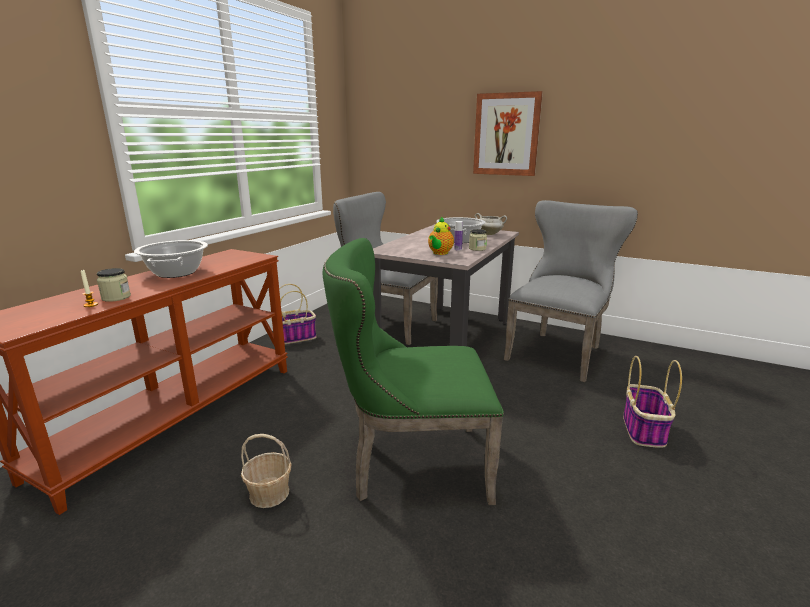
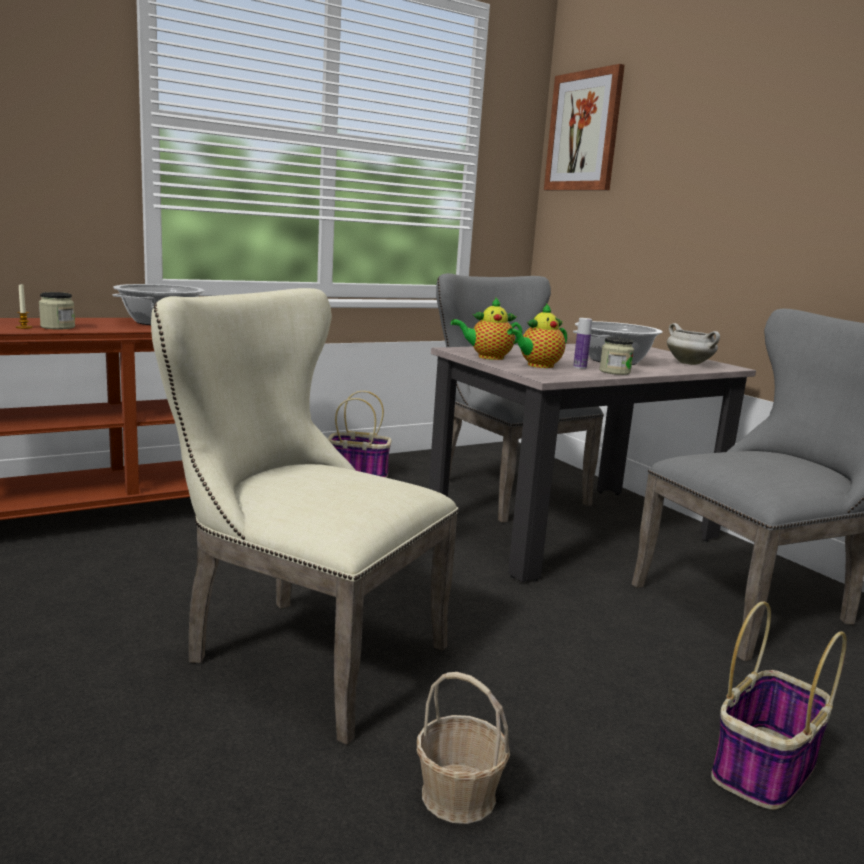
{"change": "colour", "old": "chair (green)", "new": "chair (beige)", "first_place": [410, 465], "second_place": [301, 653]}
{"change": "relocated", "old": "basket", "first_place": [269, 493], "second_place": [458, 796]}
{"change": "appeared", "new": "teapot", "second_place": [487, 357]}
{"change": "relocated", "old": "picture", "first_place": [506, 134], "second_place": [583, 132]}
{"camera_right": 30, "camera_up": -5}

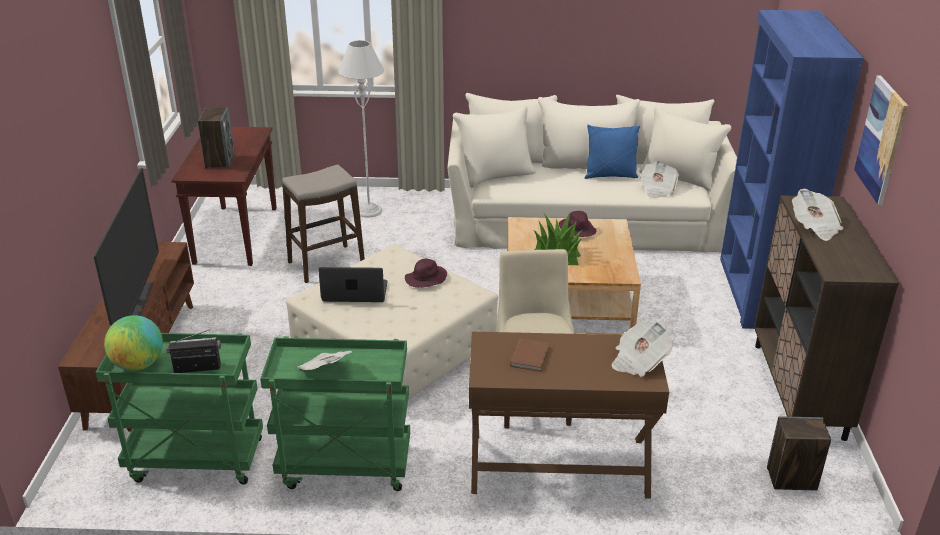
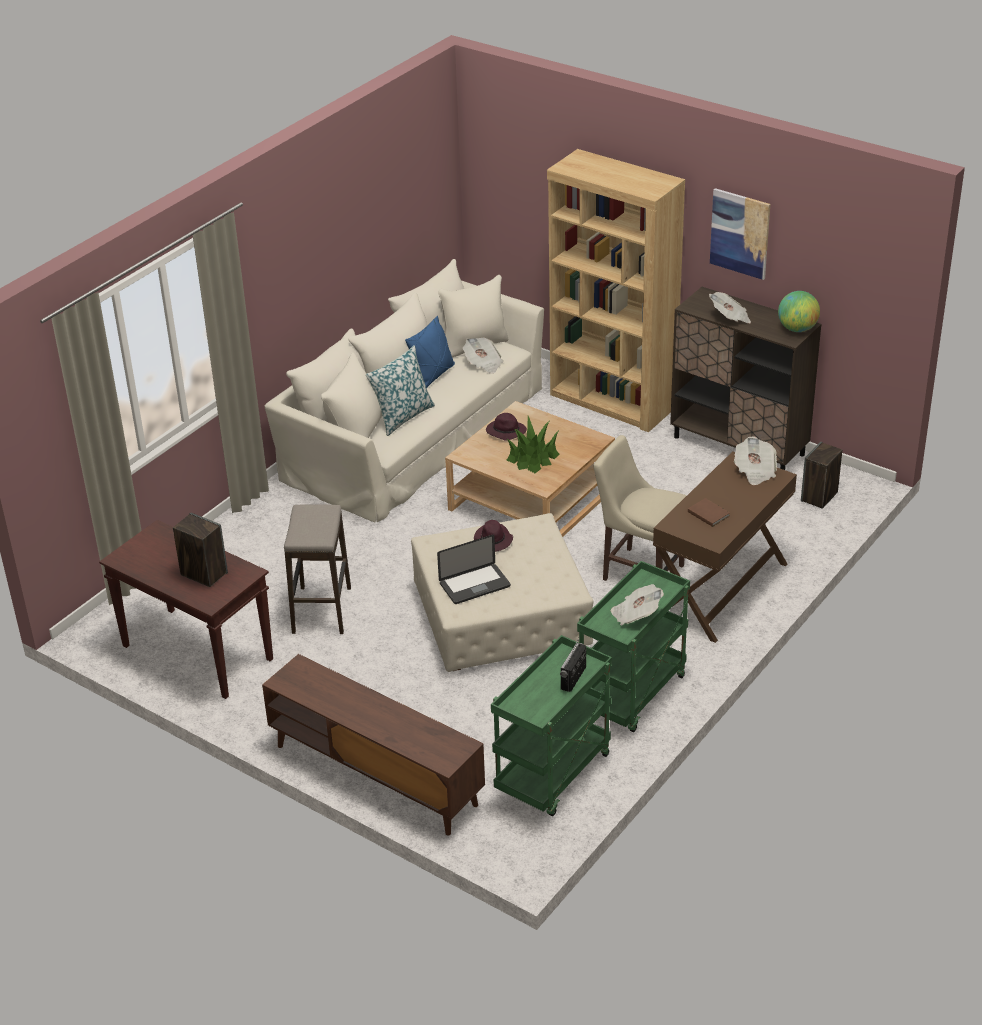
{"change": "appeared", "new": "pillow", "second_place": [402, 416]}
{"change": "spun", "old": "laptop", "first_place": [355, 292], "second_place": [474, 585], "degrees": -150}
{"change": "colour", "old": "bookcase (blue)", "new": "bookcase (brown)", "first_place": [757, 292], "second_place": [612, 402]}
{"change": "relocated", "old": "globe", "first_place": [138, 365], "second_place": [797, 329]}
{"change": "missing", "old": "television", "first_place": [138, 303]}
{"change": "missing", "old": "floor lamp (grey)", "first_place": [369, 211]}
{"camera_right": -55, "camera_up": 5}

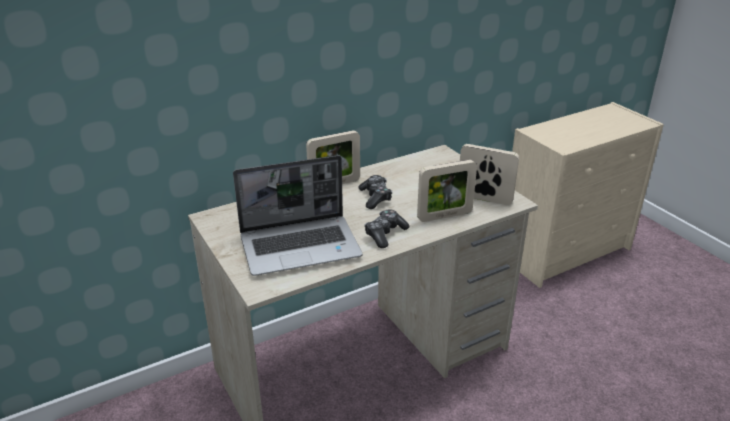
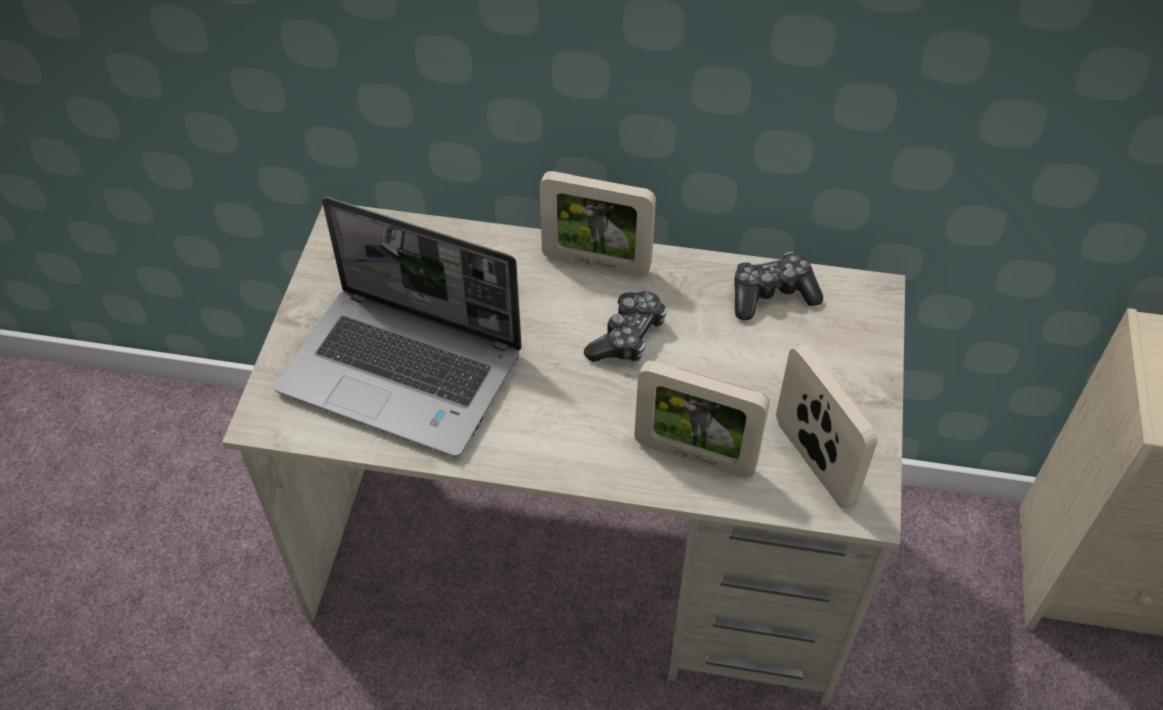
{"change": "relocated", "old": "game controller", "first_place": [385, 234], "second_place": [772, 295]}
{"camera_right": 40, "camera_up": 20}

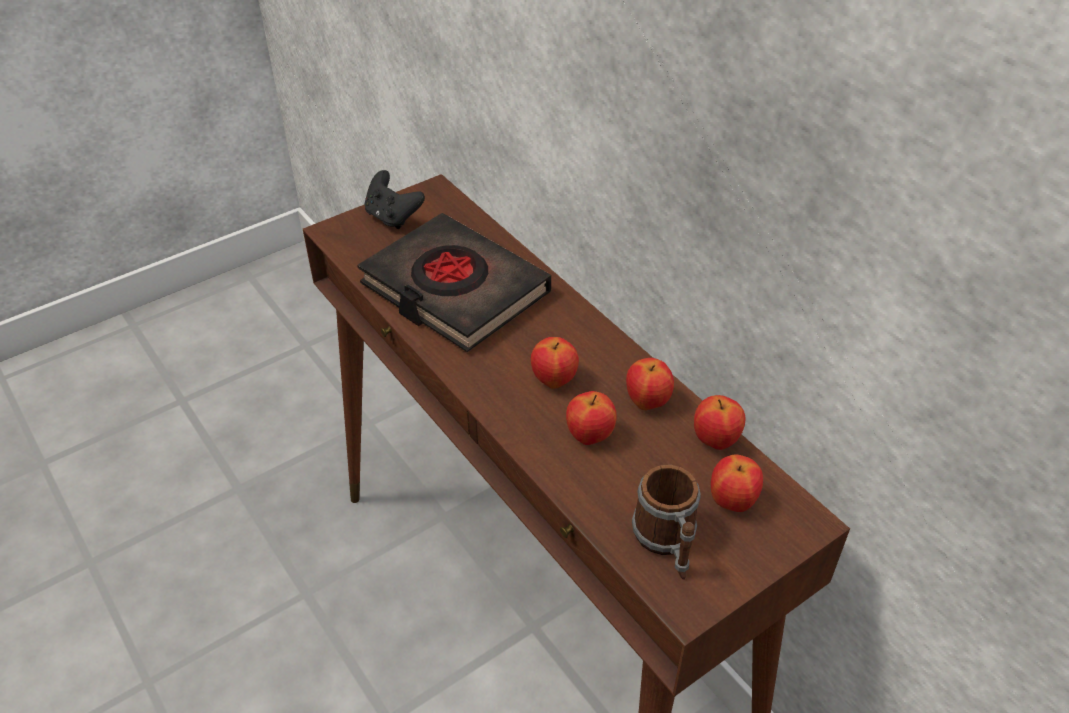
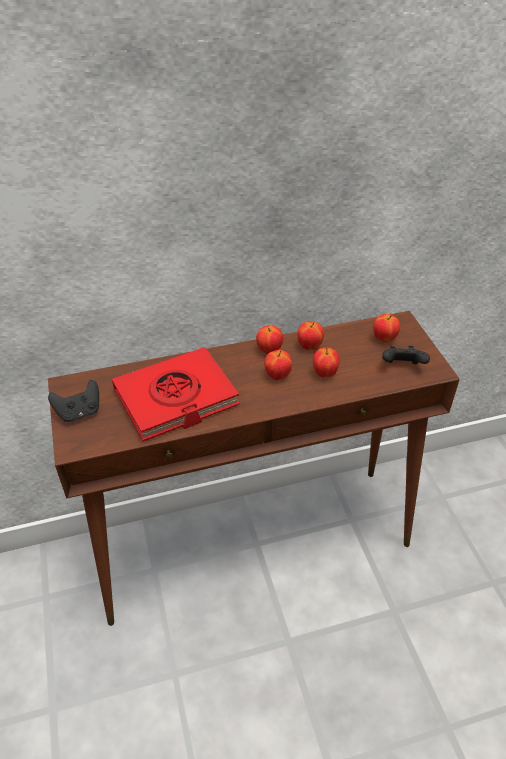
{"change": "colour", "old": "book (black)", "new": "book (red)", "first_place": [454, 290], "second_place": [176, 399]}
{"change": "relocated", "old": "apple", "first_place": [715, 441], "second_place": [269, 350]}
{"change": "exchanged", "old": "mug", "new": "game controller (black)", "first_place": [667, 543], "second_place": [402, 366]}
{"camera_right": -70, "camera_up": 0}

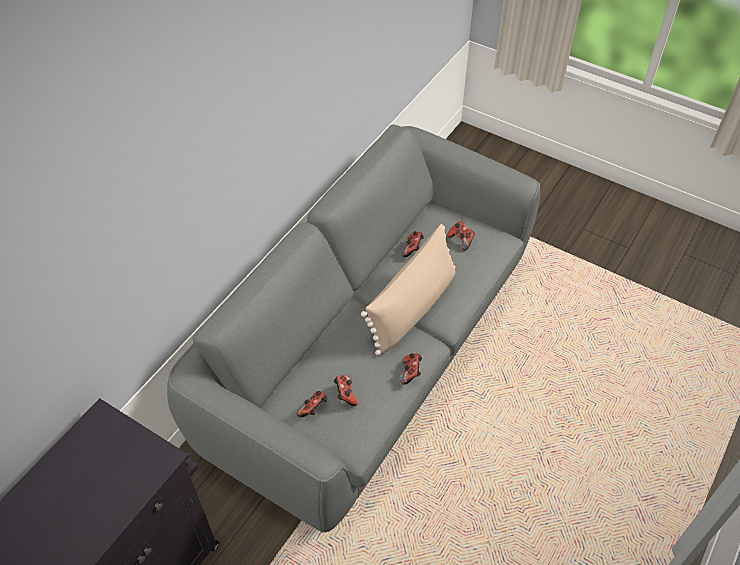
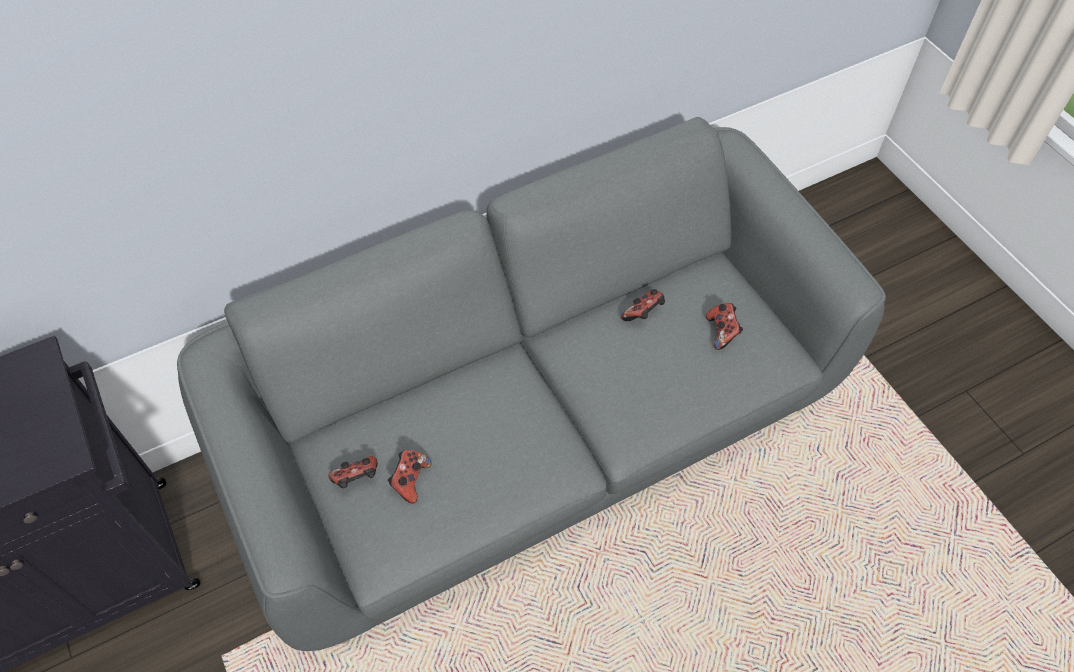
{"change": "missing", "old": "pillow (beige)", "first_place": [412, 307]}
{"change": "missing", "old": "game controller", "first_place": [411, 373]}
{"camera_right": 30, "camera_up": 5}

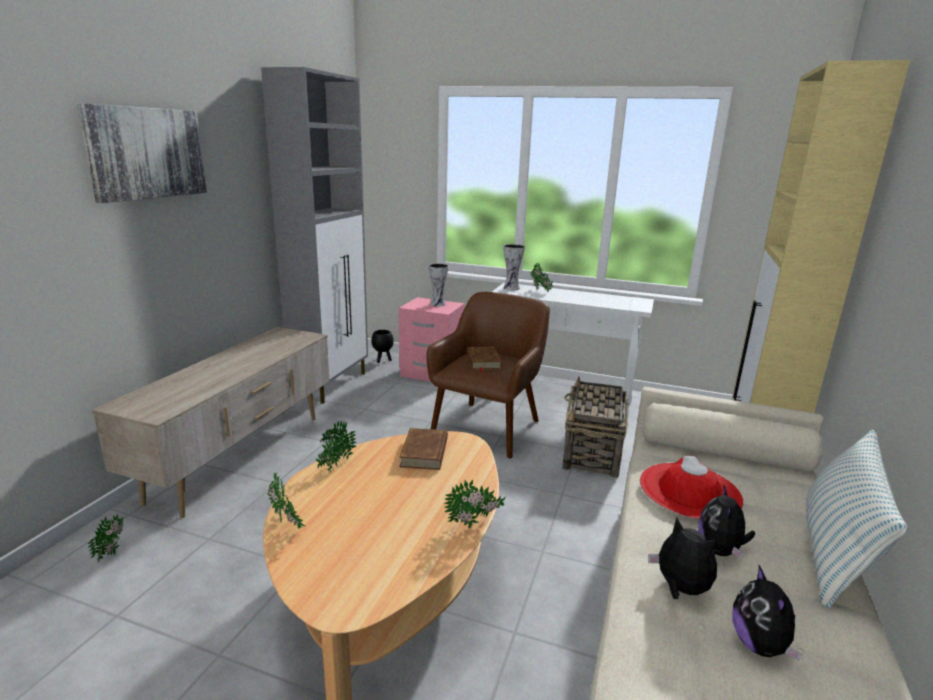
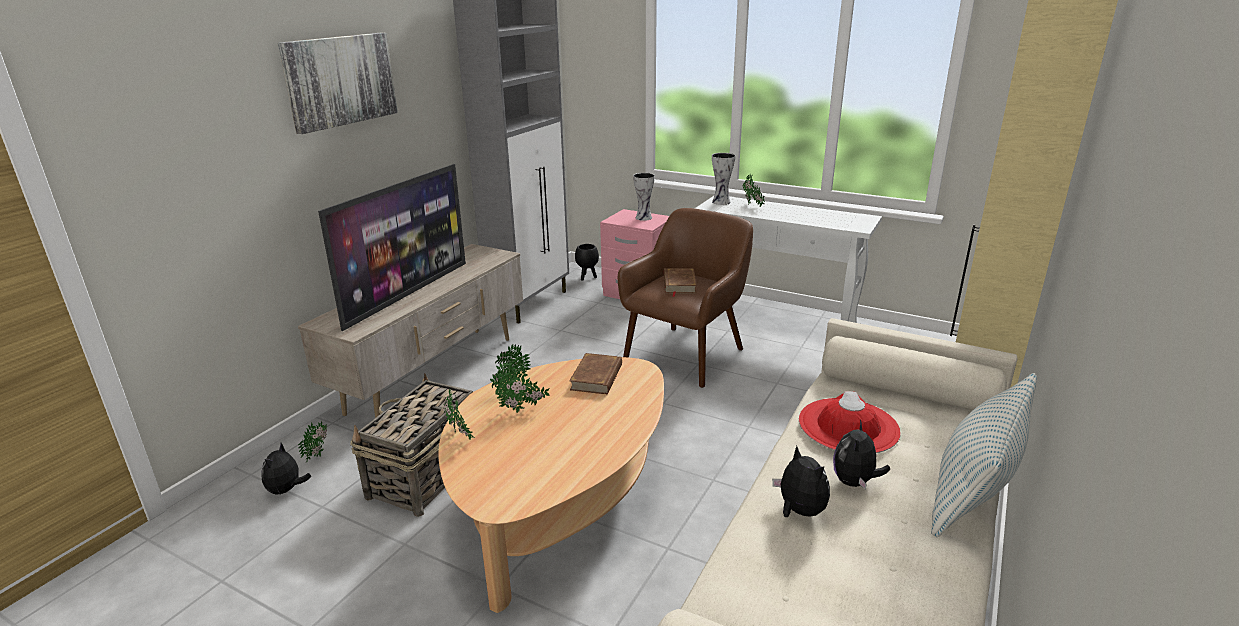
{"change": "relocated", "old": "plush toy", "first_place": [760, 645], "second_place": [287, 490]}
{"change": "appeared", "new": "television", "second_place": [407, 293]}
{"change": "relocated", "old": "basket", "first_place": [591, 452], "second_place": [426, 475]}
{"change": "relocated", "old": "potted plant", "first_place": [474, 525], "second_place": [523, 410]}
{"camera_right": 10, "camera_up": 5}

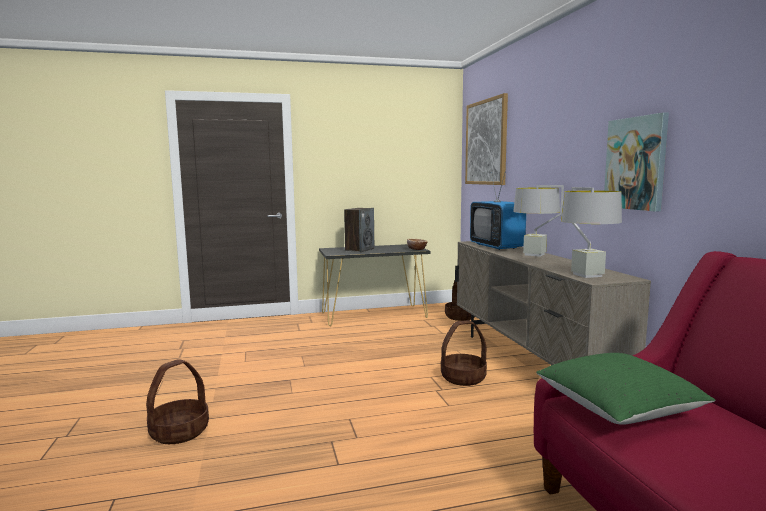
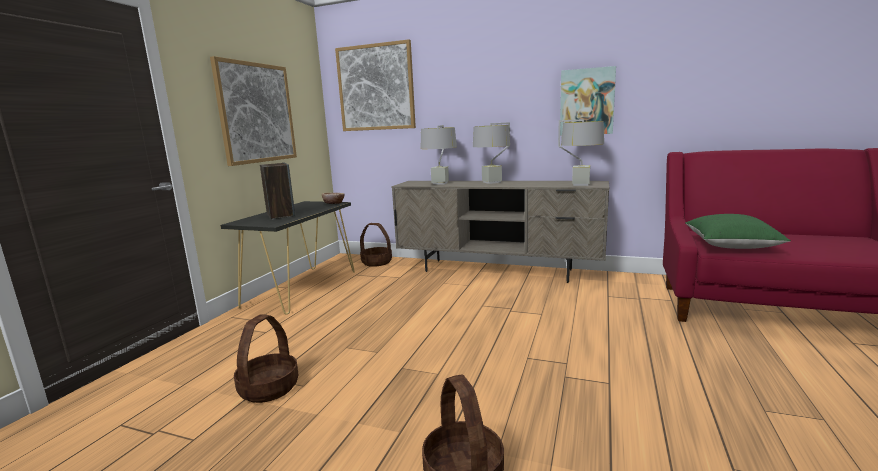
{"change": "appeared", "new": "picture", "second_place": [256, 113]}
{"change": "relocated", "old": "basket", "first_place": [463, 378], "second_place": [269, 388]}
{"change": "exchanged", "old": "television", "new": "table lamp (grey)", "first_place": [496, 246], "second_place": [440, 183]}
{"camera_right": -55, "camera_up": 5}

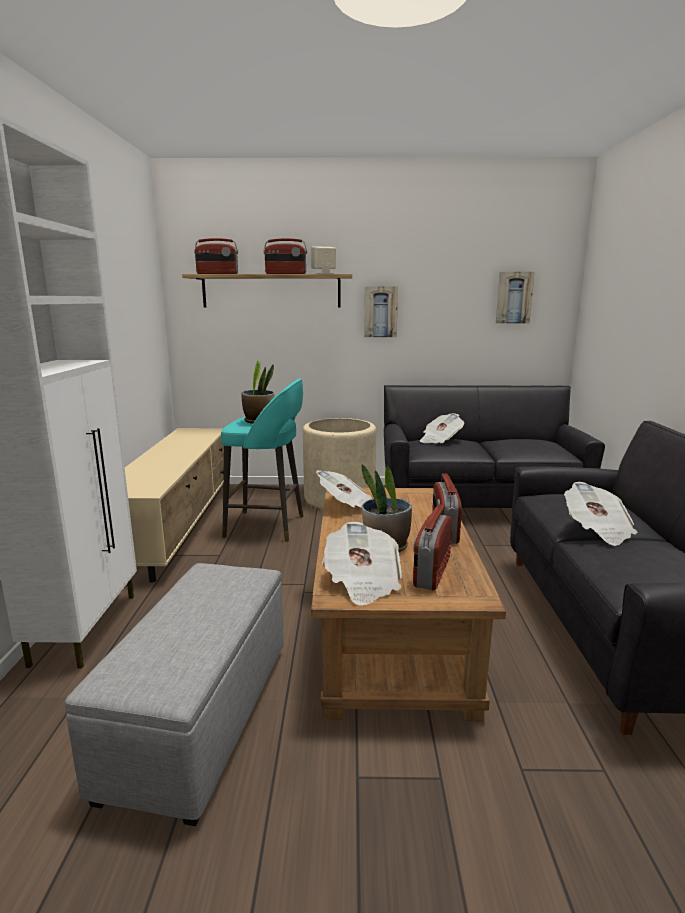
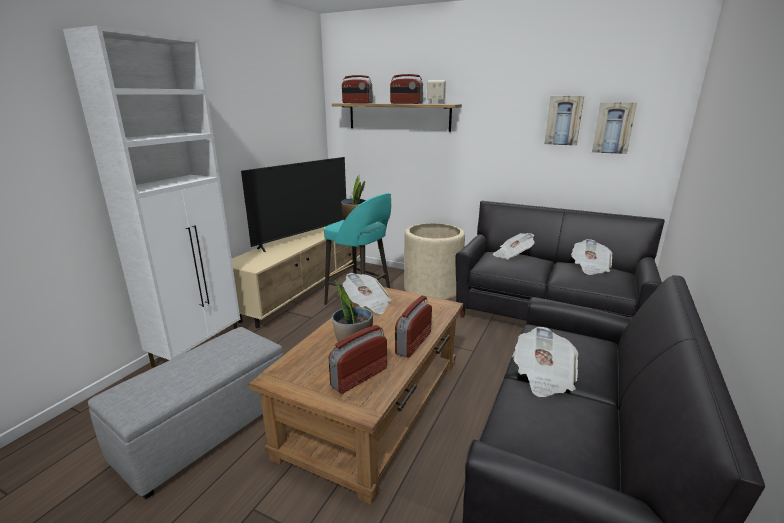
{"change": "appeared", "new": "television", "second_place": [303, 238]}
{"change": "relocated", "old": "picture", "first_place": [380, 312], "second_place": [563, 120]}
{"change": "relocated", "old": "newspaper", "first_place": [362, 582], "second_place": [590, 267]}
{"camera_right": 25, "camera_up": 5}

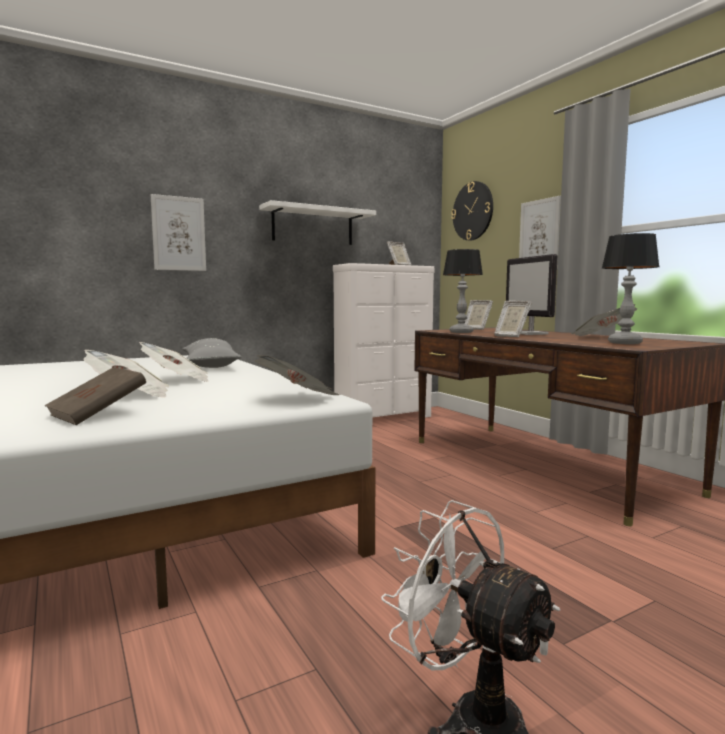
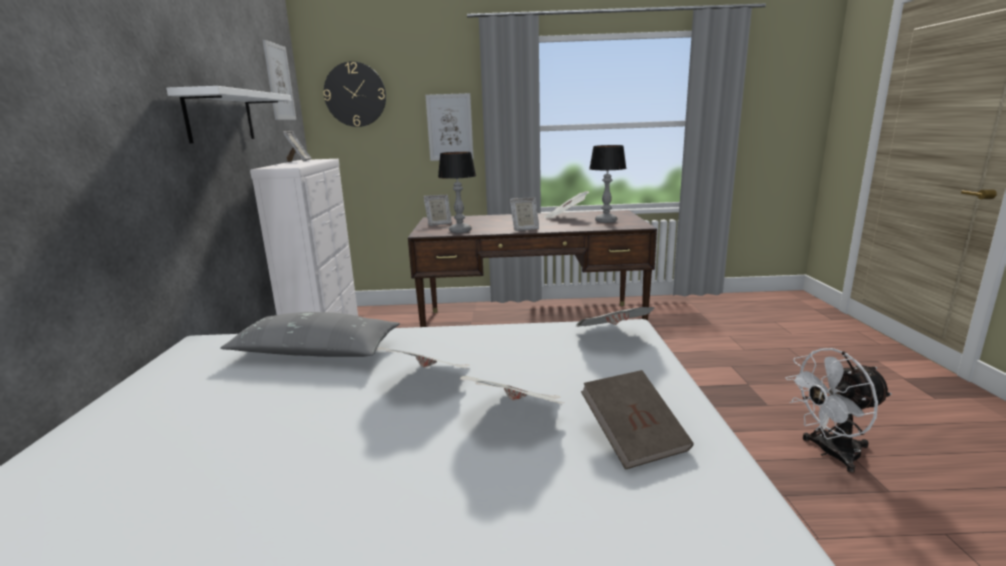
{"change": "relocated", "old": "picture", "first_place": [179, 233], "second_place": [279, 82]}
{"change": "missing", "old": "monitor", "first_place": [530, 334]}
{"camera_right": -60, "camera_up": 10}

